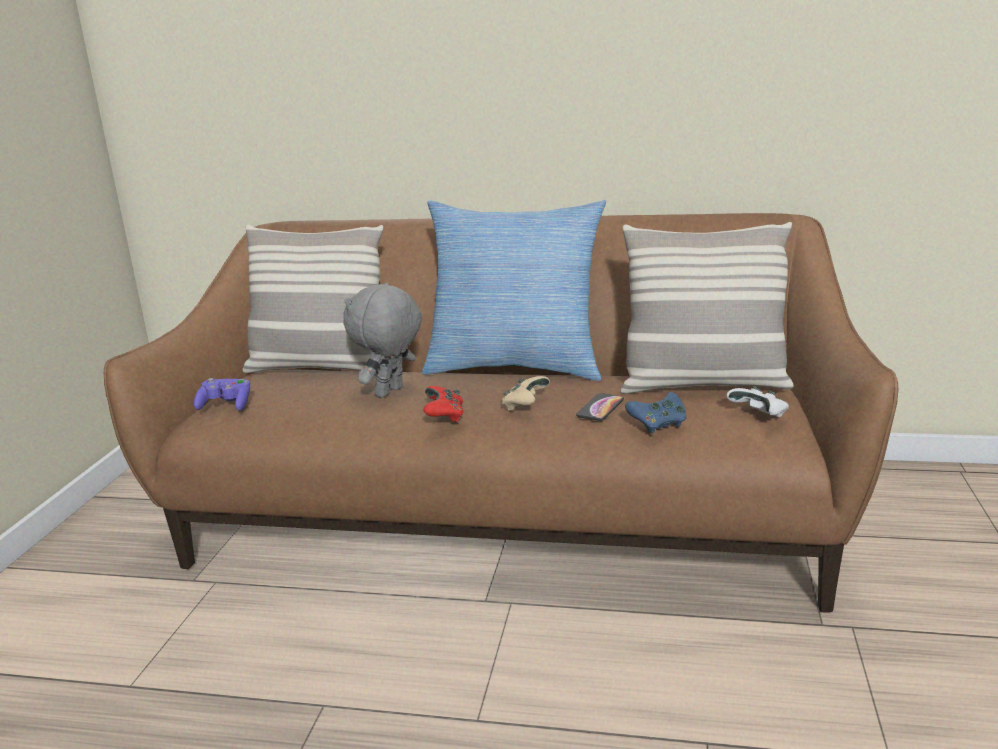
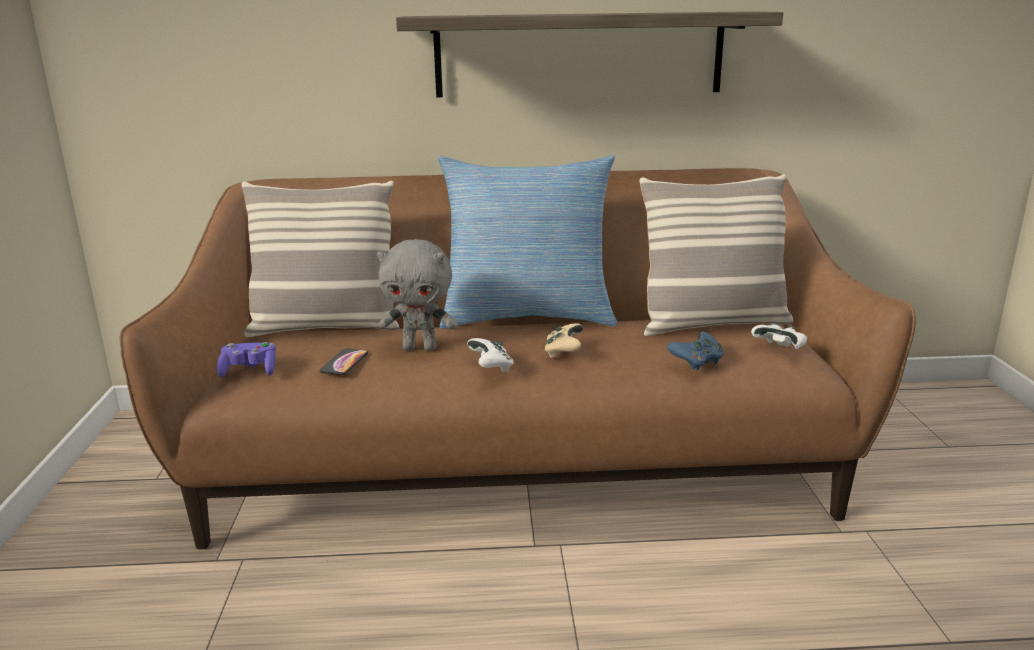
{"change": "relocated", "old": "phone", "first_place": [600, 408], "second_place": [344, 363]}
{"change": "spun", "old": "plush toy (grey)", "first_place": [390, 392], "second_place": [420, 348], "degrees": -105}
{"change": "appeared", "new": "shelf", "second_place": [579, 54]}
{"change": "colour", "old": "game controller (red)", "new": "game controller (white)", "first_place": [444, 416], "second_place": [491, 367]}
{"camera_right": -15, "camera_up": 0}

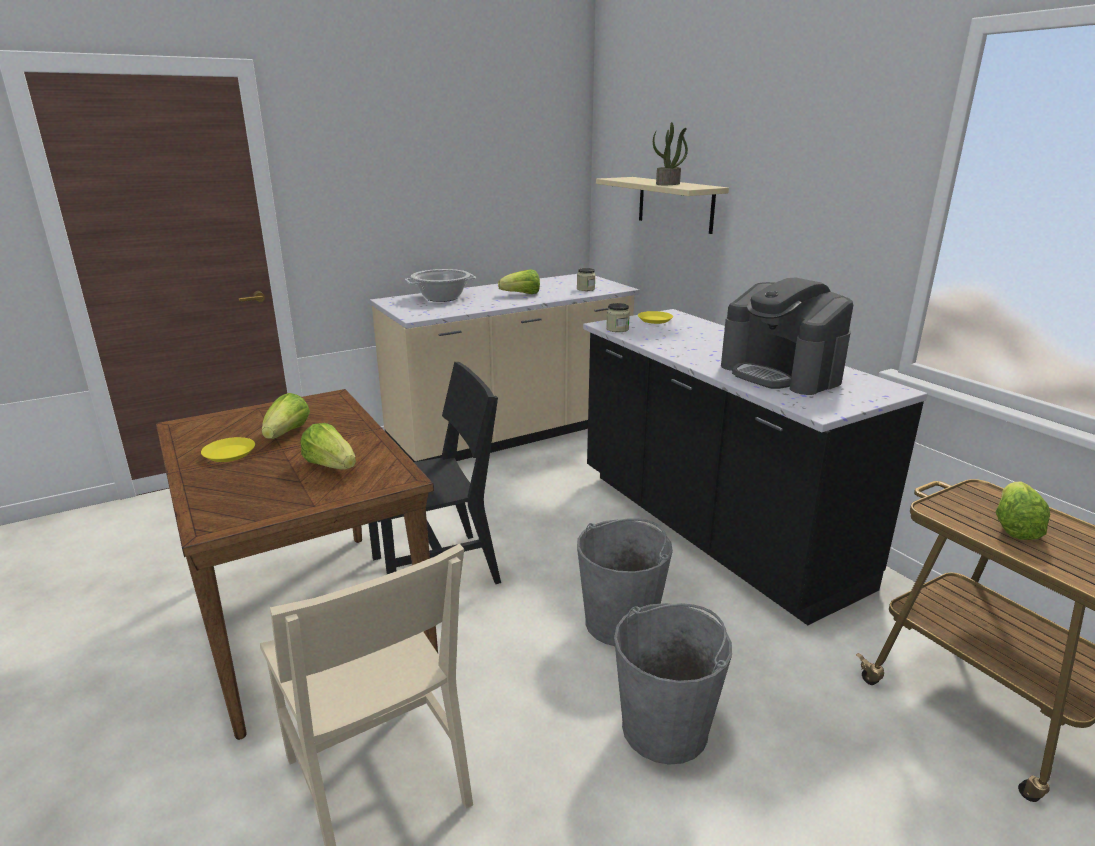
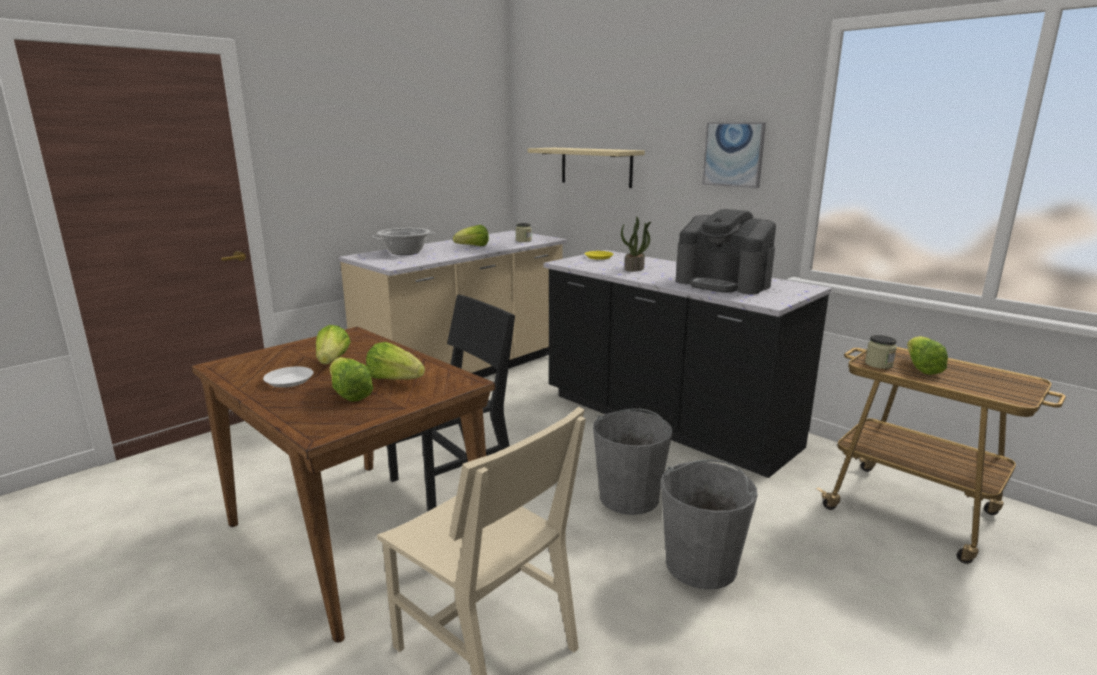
{"change": "colour", "old": "plate (yellow)", "new": "plate (white)", "first_place": [229, 453], "second_place": [289, 380]}
{"change": "appeared", "new": "lettuce", "second_place": [349, 394]}
{"change": "relocated", "old": "potted plant", "first_place": [668, 184], "second_place": [634, 269]}
{"change": "appeared", "new": "picture", "second_place": [733, 154]}
{"change": "relocated", "old": "jar", "first_place": [617, 329], "second_place": [878, 364]}
{"camera_right": -15, "camera_up": -5}

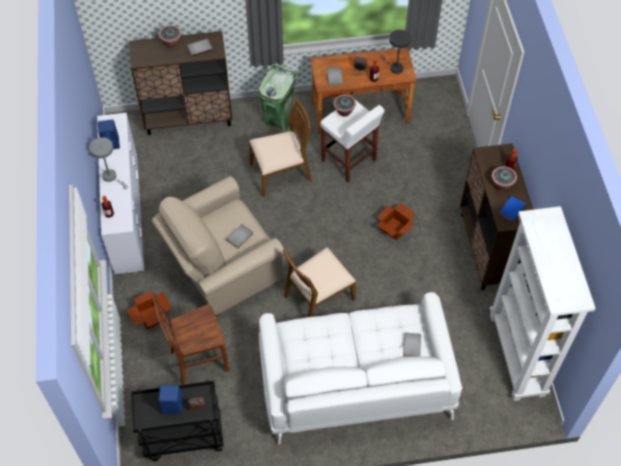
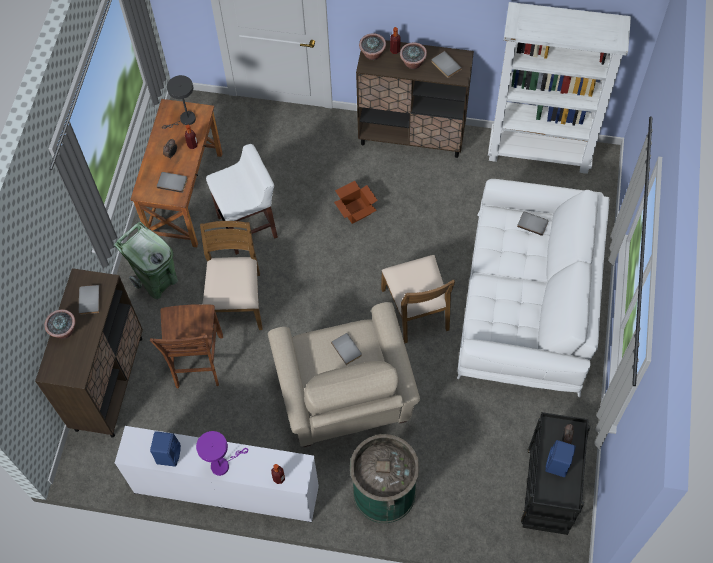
{"change": "relocated", "old": "chair (brown)", "first_place": [198, 360], "second_place": [197, 363]}
{"change": "colour", "old": "table lamp (grey)", "new": "table lamp (purple)", "first_place": [111, 177], "second_place": [222, 464]}
{"change": "exchanged", "old": "cardboard box", "new": "trash can (green)", "first_place": [151, 316], "second_place": [384, 492]}
{"change": "relocated", "old": "potted plant", "first_place": [344, 111], "second_place": [372, 54]}
{"change": "colour", "old": "book (blue)", "new": "book (grey)", "first_place": [511, 209], "second_place": [445, 66]}
{"camera_right": -70, "camera_up": 5}

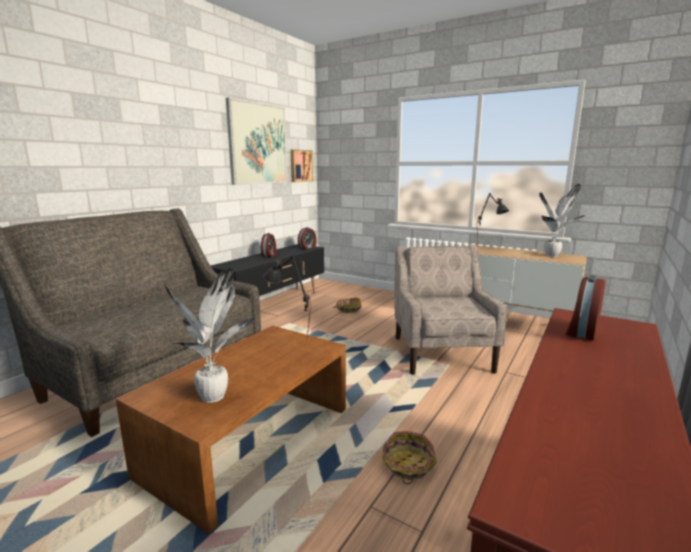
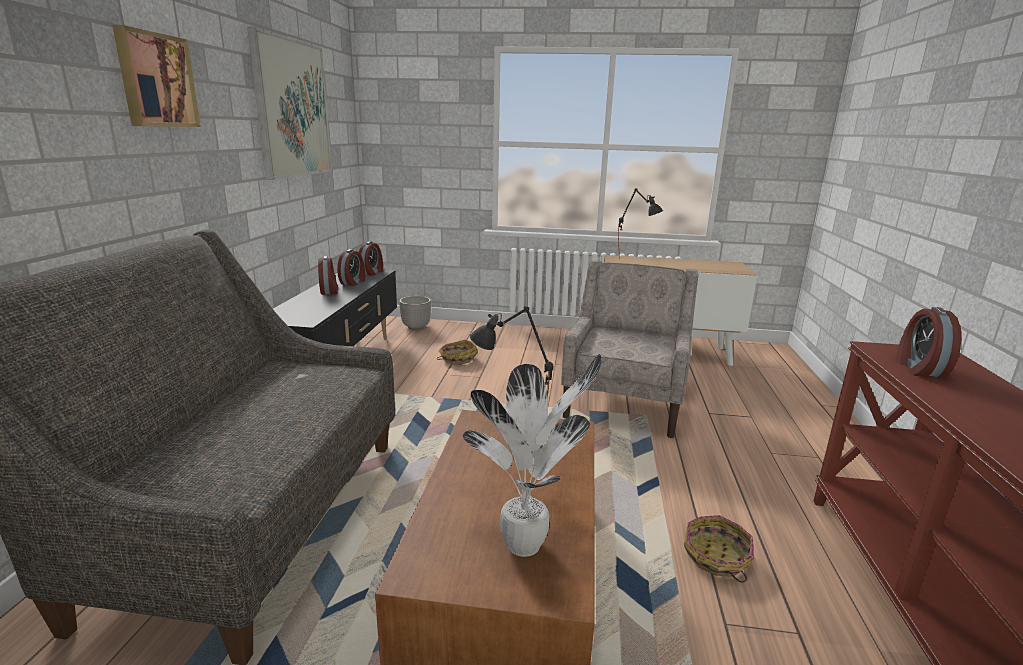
{"change": "relocated", "old": "picture", "first_place": [300, 166], "second_place": [155, 80]}
{"change": "appeared", "new": "alarm clock", "second_place": [353, 282]}
{"change": "appeared", "new": "planter", "second_place": [415, 327]}
{"change": "spun", "old": "armchair (beige)", "first_place": [441, 353], "second_place": [624, 402], "degrees": 45}
{"change": "missing", "old": "potted plant", "first_place": [552, 256]}
{"camera_right": -25, "camera_up": 5}

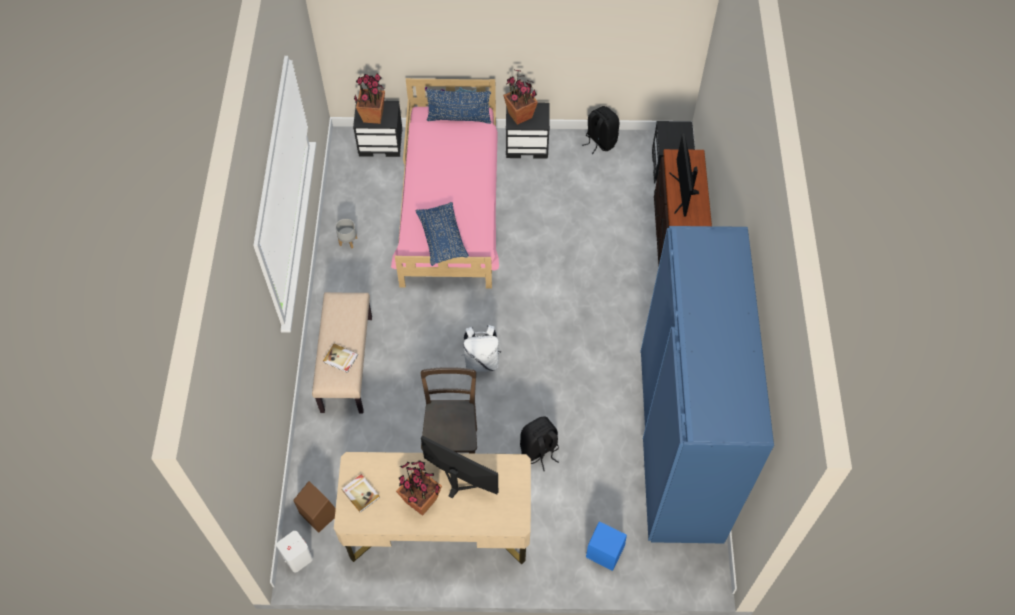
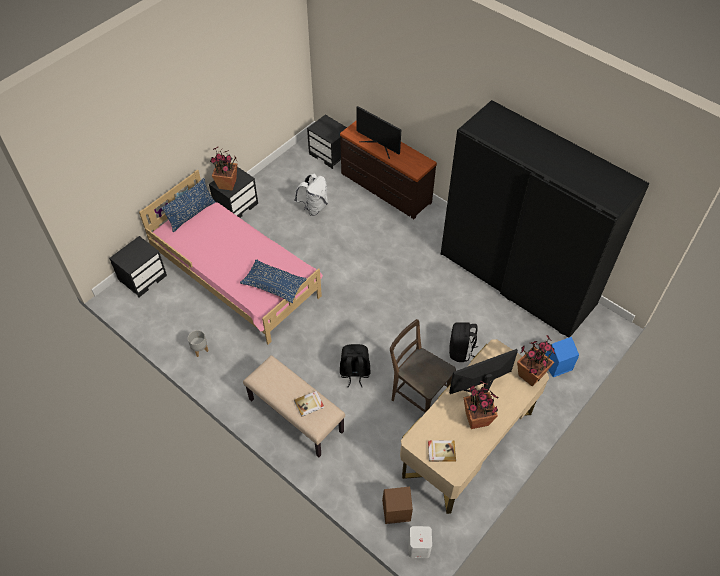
{"change": "relocated", "old": "backpack (white)", "first_place": [482, 361], "second_place": [314, 207]}
{"change": "relocated", "old": "backpack (black)", "first_place": [600, 141], "second_place": [354, 373]}
{"change": "colour", "old": "wardrobe (blue)", "new": "wardrobe (black)", "first_place": [679, 443], "second_place": [517, 279]}
{"change": "relocated", "old": "potted plant", "first_place": [373, 116], "second_place": [530, 375]}
{"camera_right": -50, "camera_up": -5}

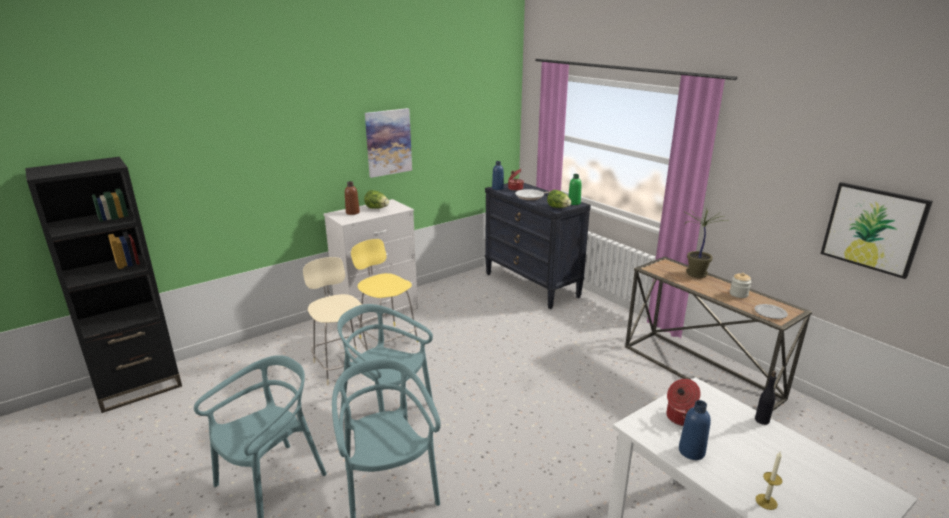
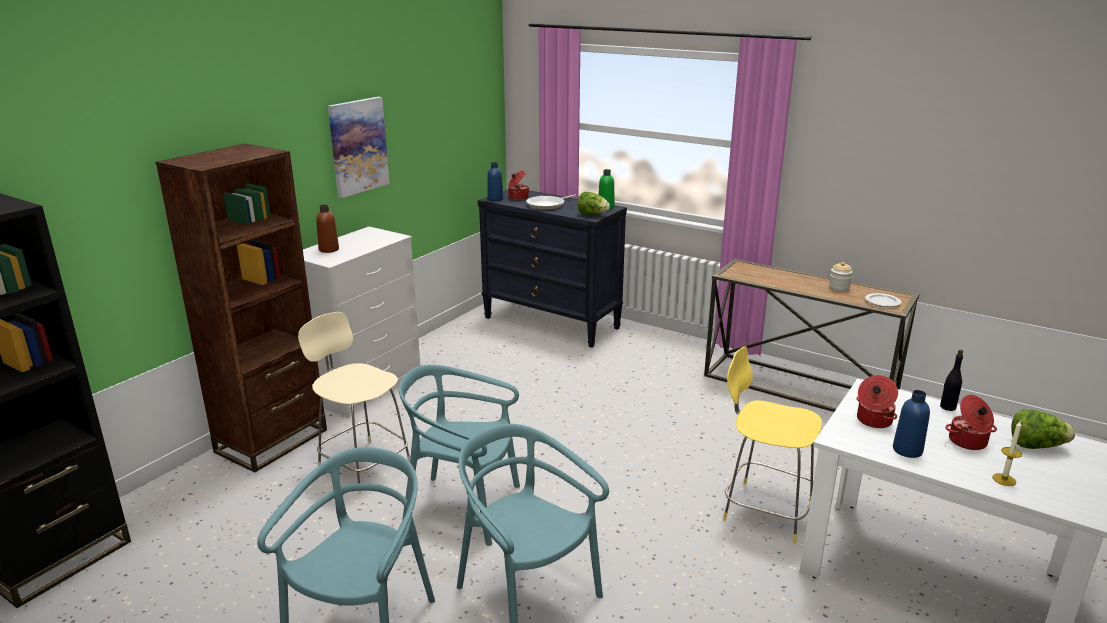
{"change": "appeared", "new": "bookcase (brown)", "second_place": [272, 441]}
{"change": "relocated", "old": "stool (yellow)", "first_place": [387, 339], "second_place": [764, 510]}
{"change": "appeared", "new": "cooking pot", "second_place": [968, 442]}
{"change": "relocated", "old": "lettuce", "first_place": [377, 208], "second_place": [1036, 446]}
{"change": "missing", "old": "potted plant", "first_place": [696, 274]}
{"change": "missing", "old": "picture", "first_place": [873, 228]}
{"camera_right": -20, "camera_up": 0}

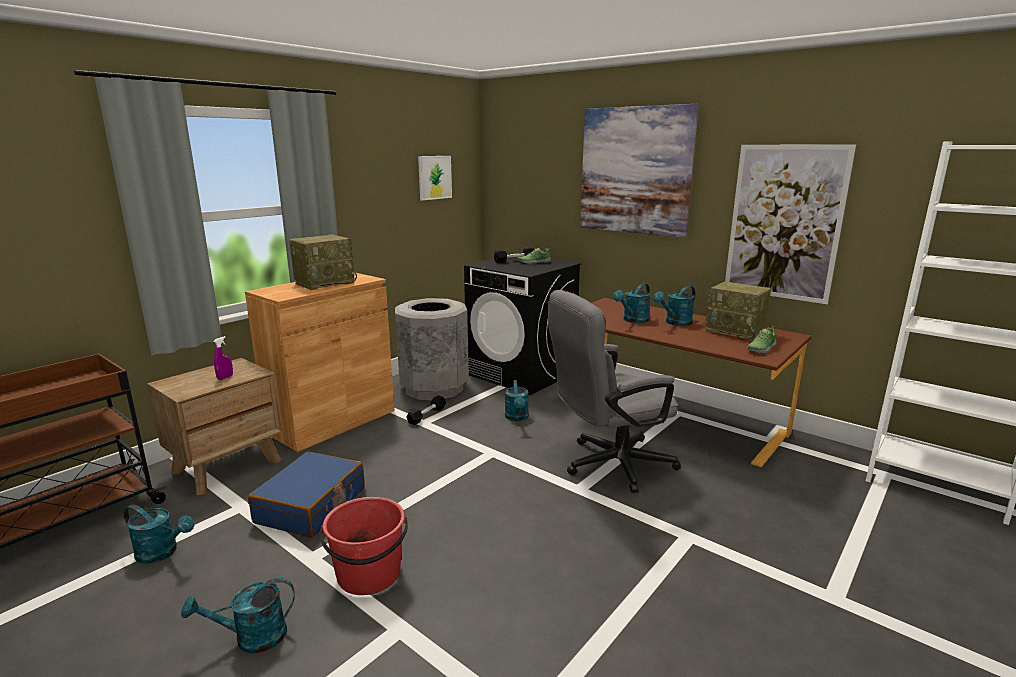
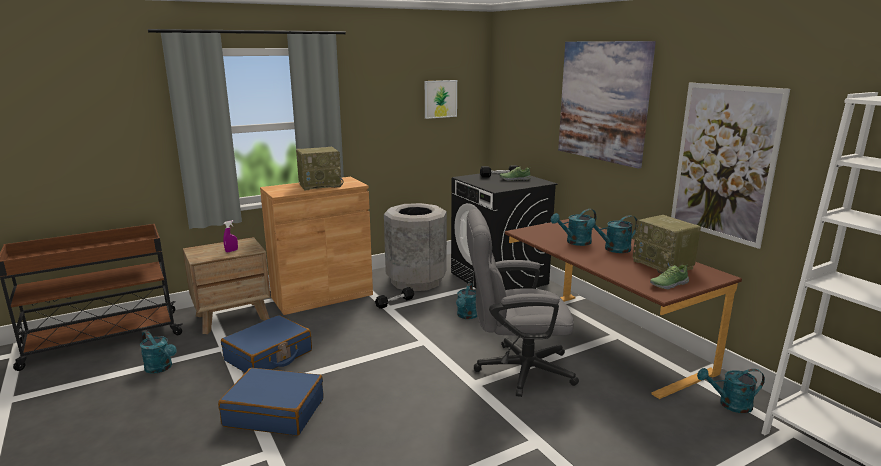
{"change": "exchanged", "old": "bucket (red)", "new": "suitcase (blue)", "first_place": [369, 574], "second_place": [275, 412]}
{"change": "relocated", "old": "watering can (turquoise)", "first_place": [251, 638], "second_place": [730, 404]}
{"camera_right": 20, "camera_up": 0}

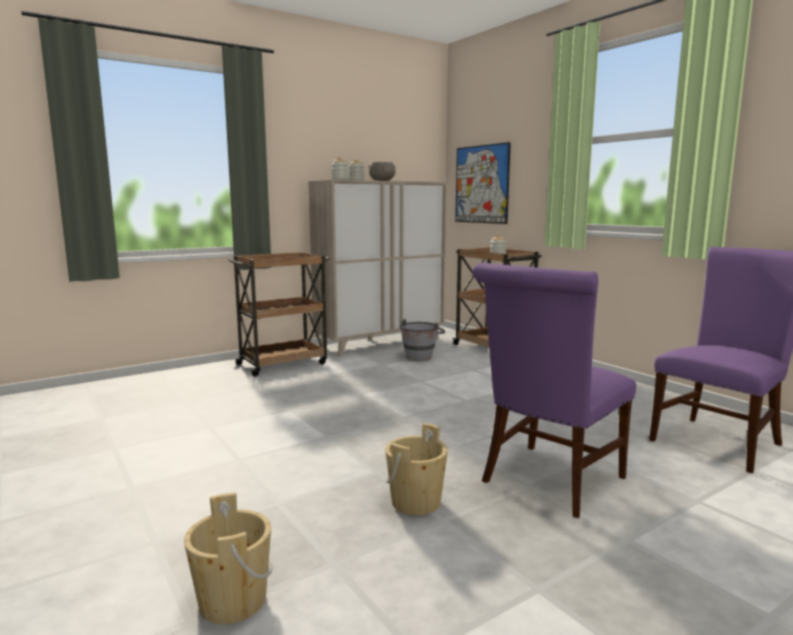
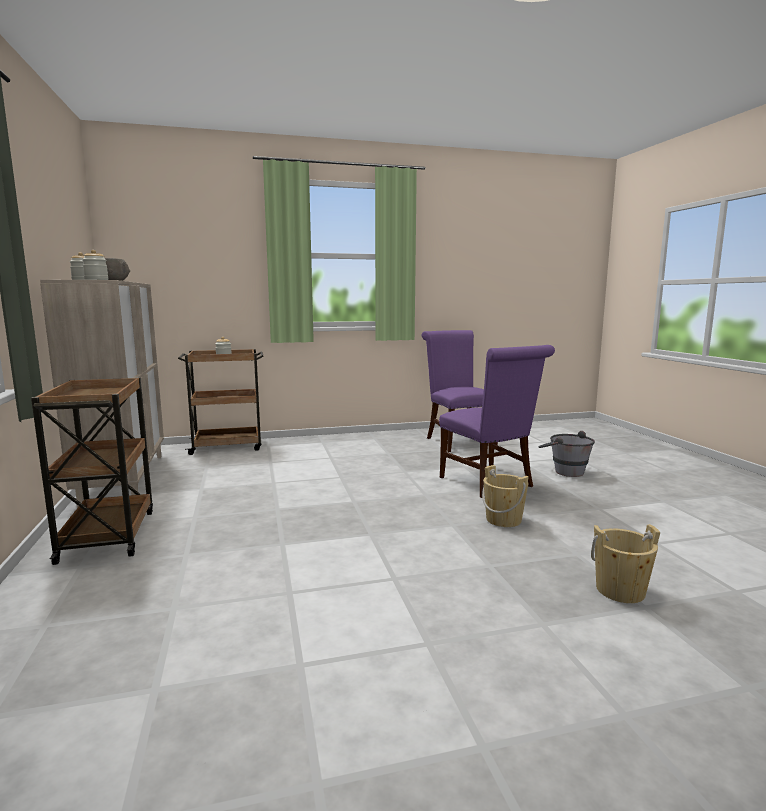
{"change": "relocated", "old": "bucket (grey)", "first_place": [421, 356], "second_place": [563, 471]}
{"change": "missing", "old": "picture", "first_place": [481, 184]}
{"camera_right": -70, "camera_up": 0}

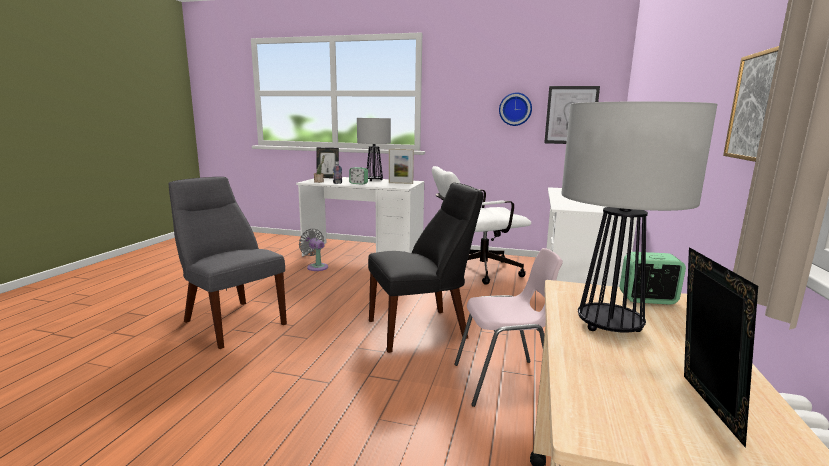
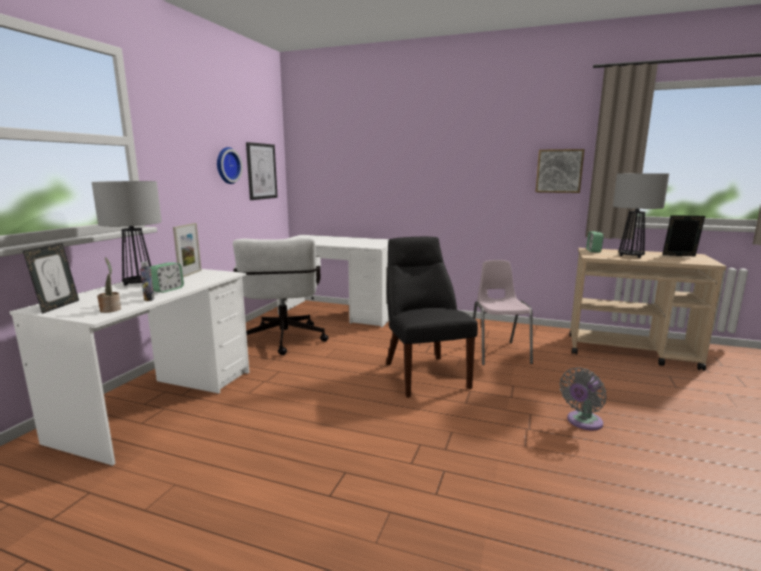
{"change": "relocated", "old": "fan (grey)", "first_place": [316, 267], "second_place": [582, 422]}
{"change": "missing", "old": "chair (grey)", "first_place": [232, 321]}
{"camera_right": -85, "camera_up": 0}

